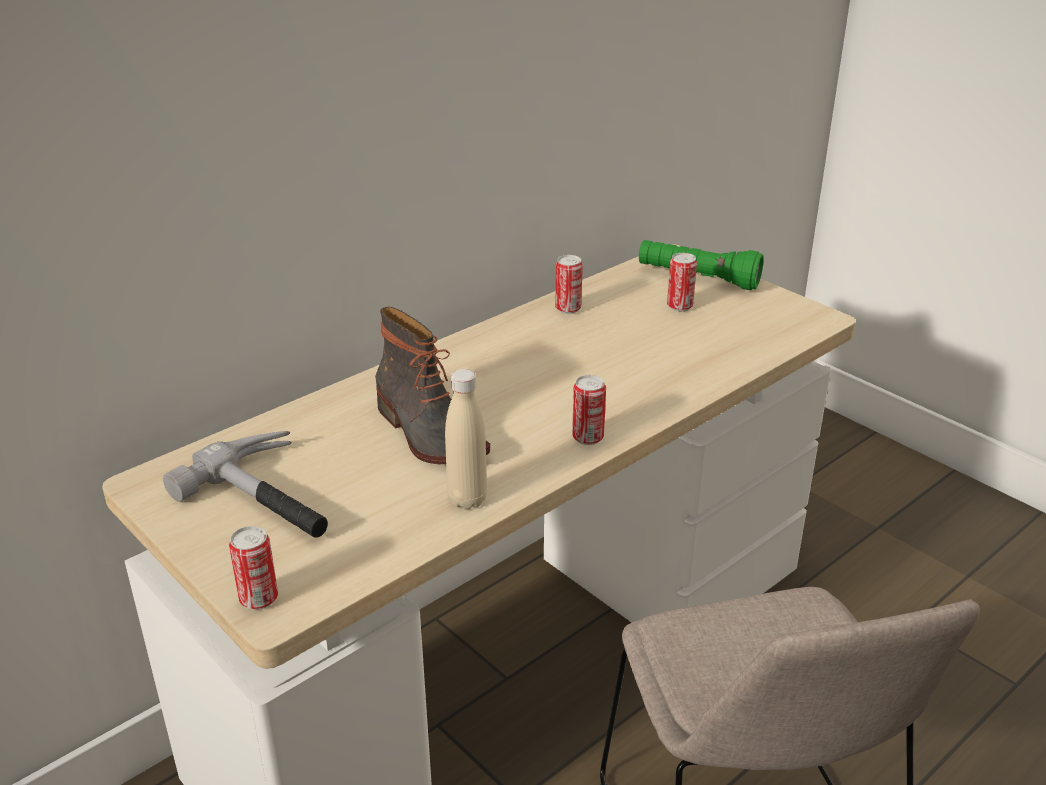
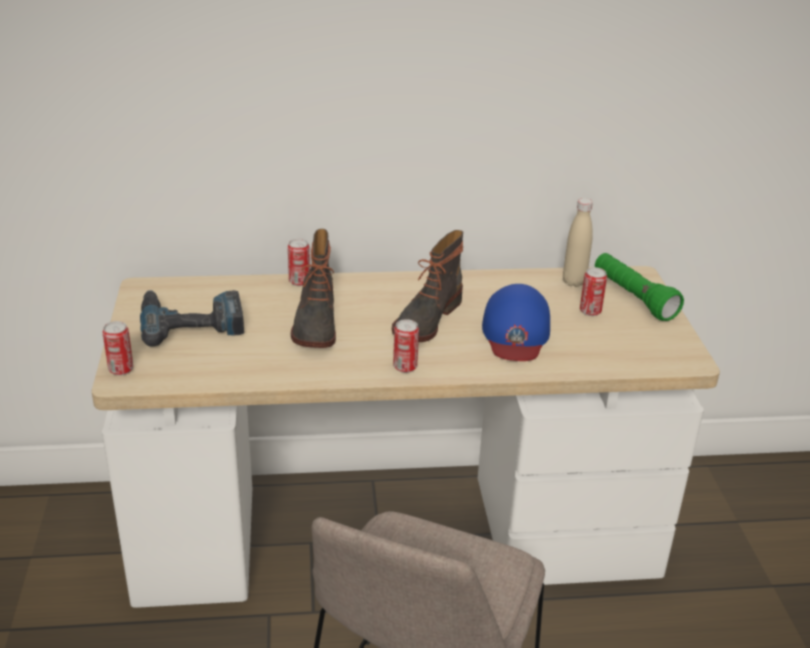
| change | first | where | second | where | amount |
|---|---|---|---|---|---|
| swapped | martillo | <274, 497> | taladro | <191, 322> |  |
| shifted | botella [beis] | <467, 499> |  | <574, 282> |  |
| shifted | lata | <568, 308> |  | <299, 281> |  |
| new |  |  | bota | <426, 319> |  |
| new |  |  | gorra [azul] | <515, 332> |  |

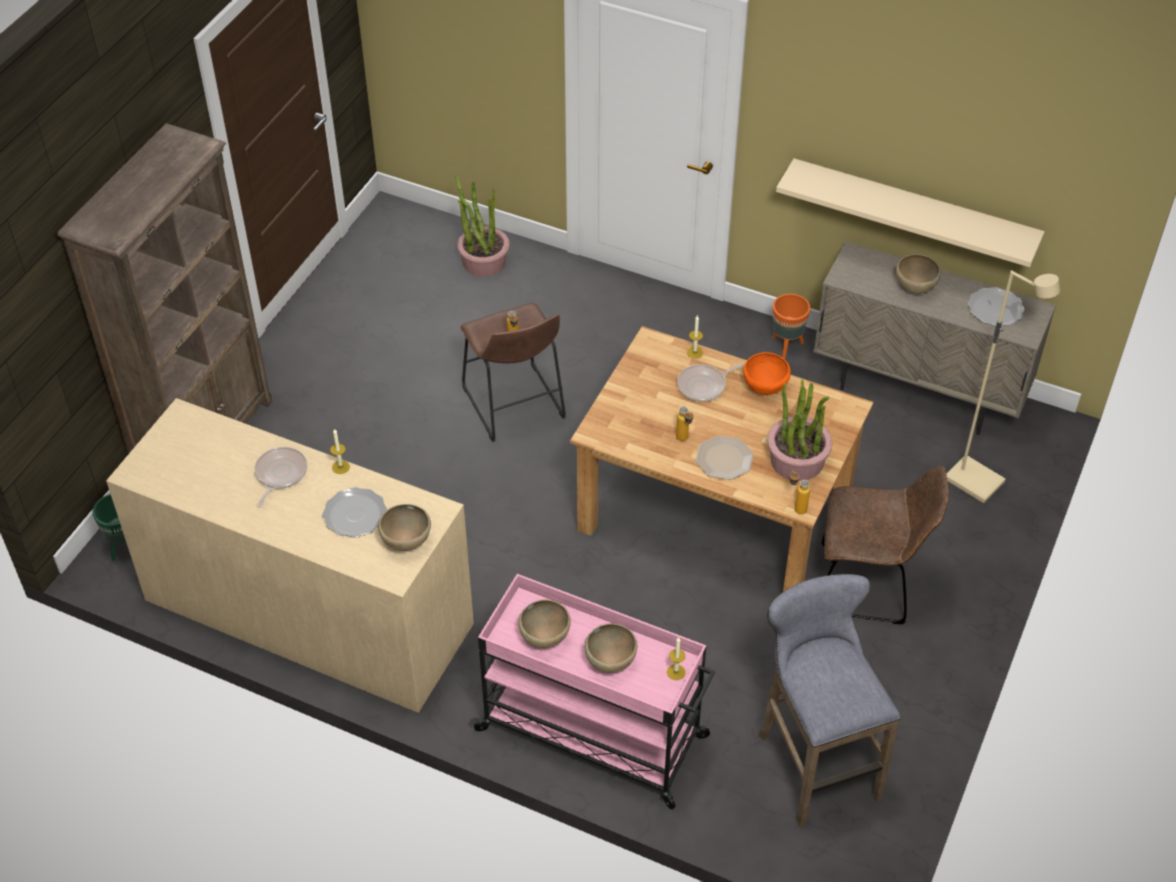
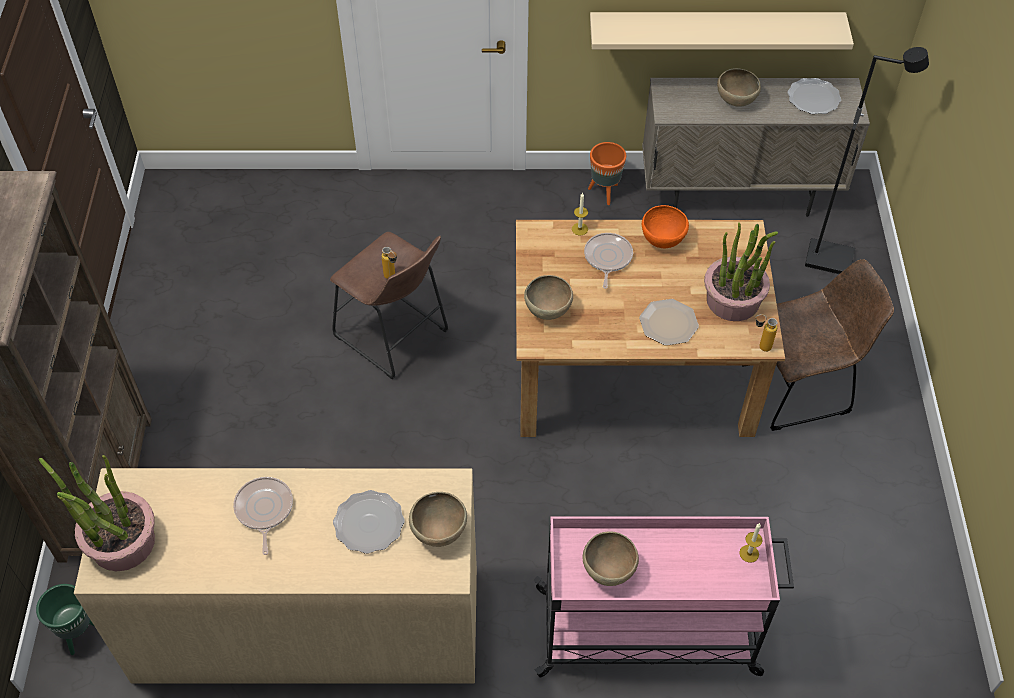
| change | first | where | second | where | amount |
|---|---|---|---|---|---|
| gone | vela | <340, 467> |  |  |  |
| shifted | planta en maceta | <483, 261> |  | <122, 542> |  |
| shifted | cuenco [marrón] | <611, 662> |  | <548, 311> |  |
| gone | botella | <684, 440> |  |  |  |
| rotated | sartén | <704, 386> |  | <607, 258> | 150 degrees clockwise |
| gone | taburete [gris] | <813, 762> |  |  |  |
| repainted | lámpara de pie [beis] | <975, 481> | lámpara de pie [negro] | <830, 258> |  |

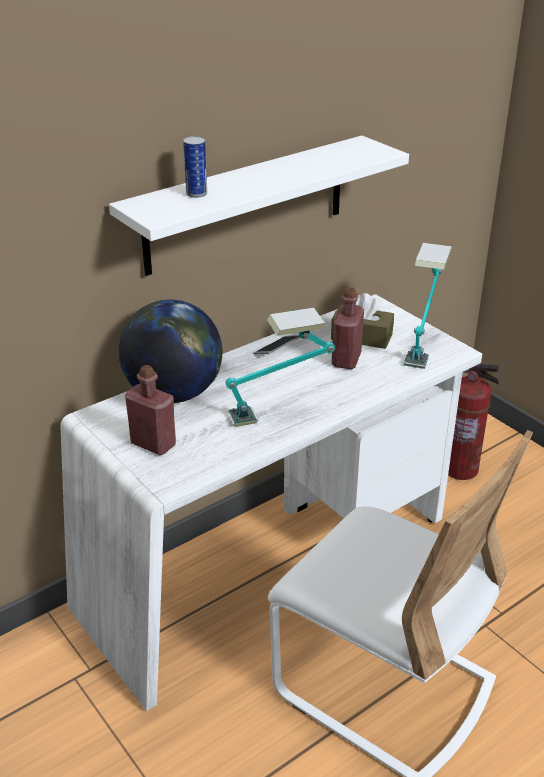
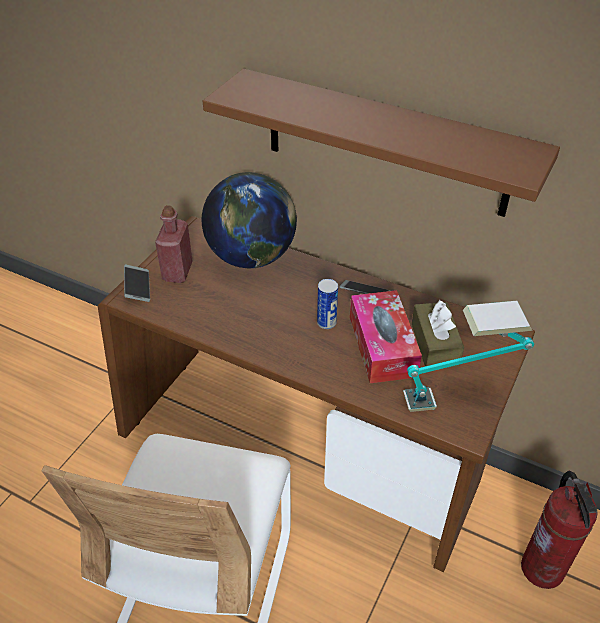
| change | first | where | second | where | amount |
|---|---|---|---|---|---|
| repainted | escritorio [blanco] | <271, 567> | escritorio [marrón] | <300, 455> |  |
| repainted | estante [blanco] | <246, 205> | estante [marrón] | <385, 143> |  |
| shifted | lata | <196, 194> |  | <326, 323> |  |
| gone | lámpara de mesa | <279, 411> |  |  |  |
| swapped | botella [rojo] | <346, 360> | caja de pañuelos | <382, 346> |  |
| new |  |  | móvil | <137, 287> |  |

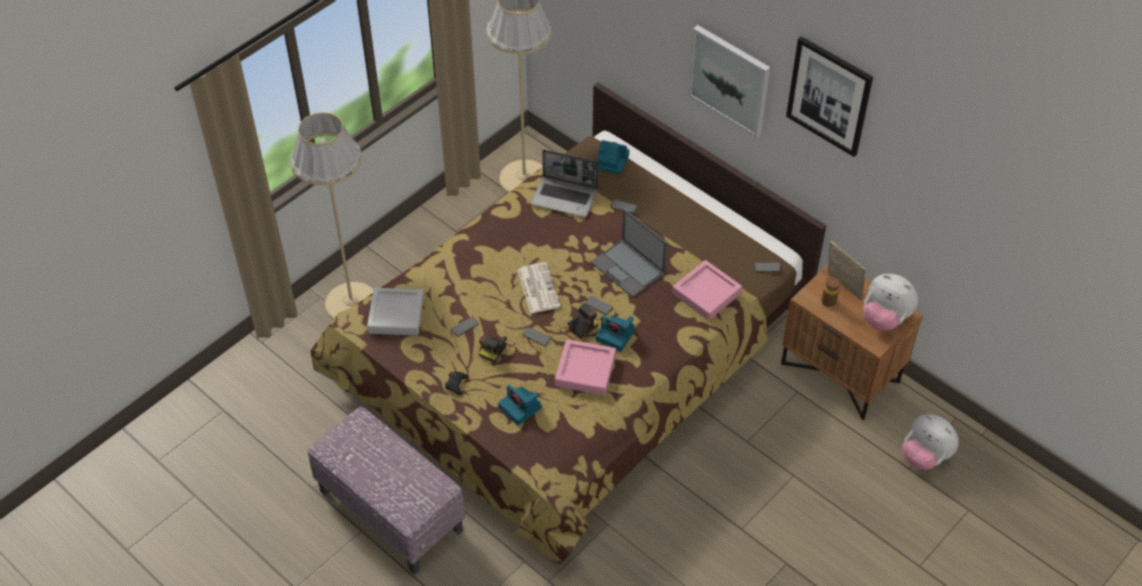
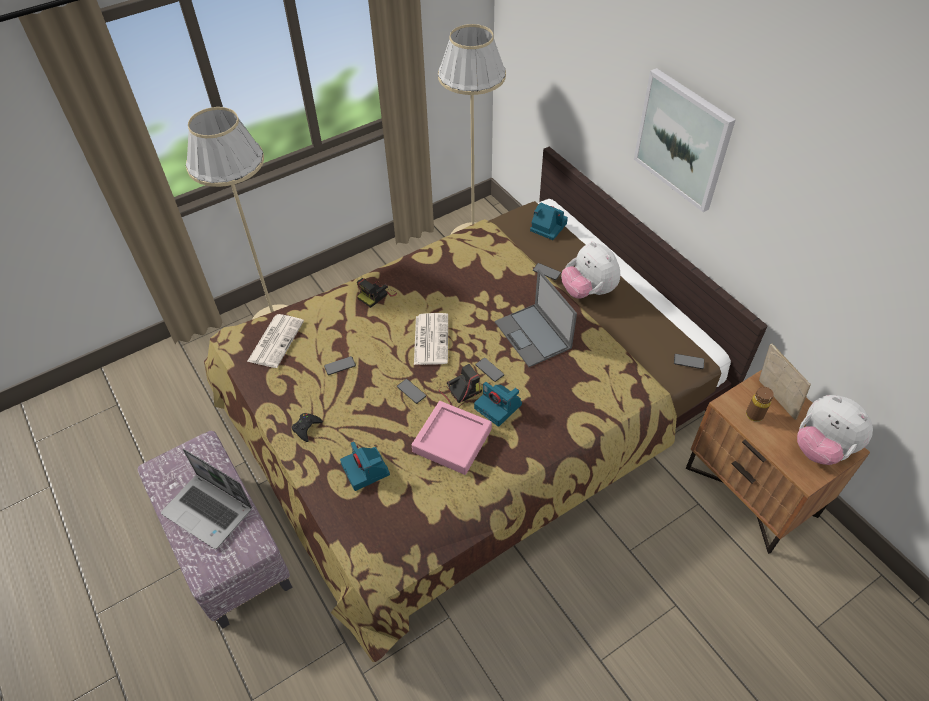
| change | first | where | second | where | amount |
|---|---|---|---|---|---|
| swapped | bandeja [gris] | <396, 315> | periódico | <276, 340> |  |
| shifted | cámara | <495, 348> |  | <376, 295> |  |
| shifted | portátil | <565, 197> |  | <209, 511> |  |
| gone | bandeja [rosa] | <706, 293> |  |  |  |
| gone | cuadro | <829, 96> |  |  |  |
| shifted | peluche | <925, 456> |  | <588, 291> |  |

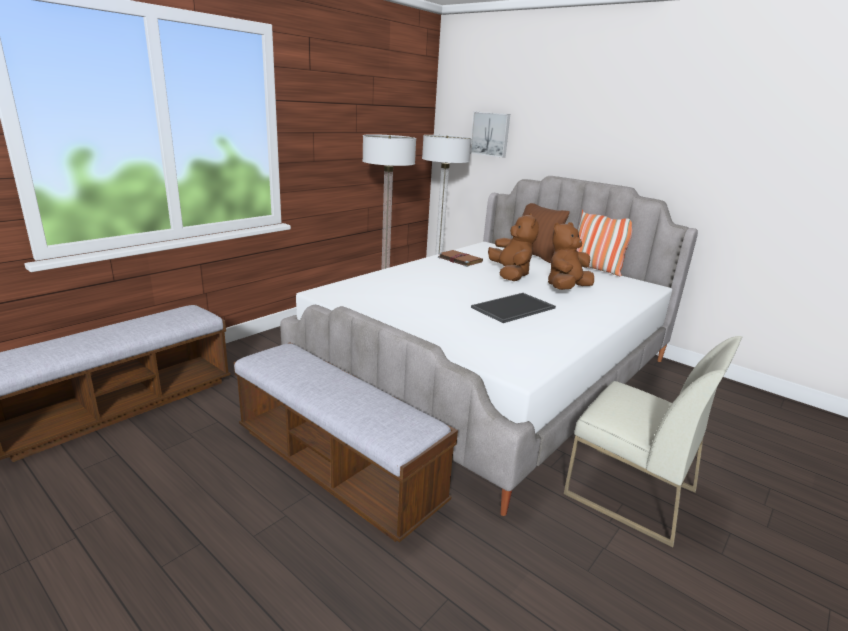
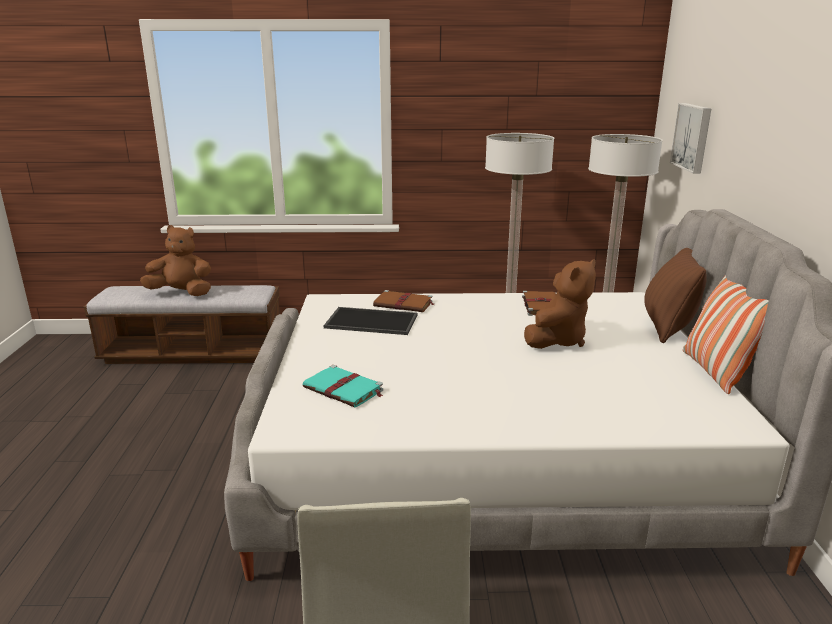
| change | first | where | second | where | amount |
|---|---|---|---|---|---|
| gone | banco | <336, 467> |  |  |  |
| shifted | bandeja | <513, 308> |  | <370, 322> |  |
| shifted | peluche [marrón] | <566, 288> |  | <182, 293> |  |
| new |  |  | libro [turquesa] | <344, 389> |  |
| new |  |  | libro [marrón] | <404, 304> |  |

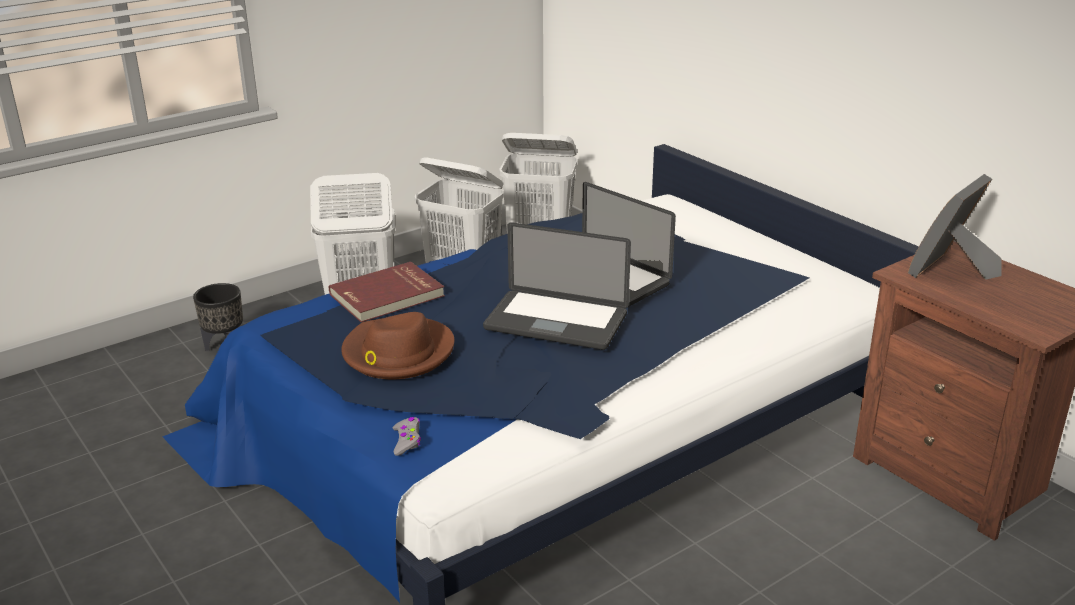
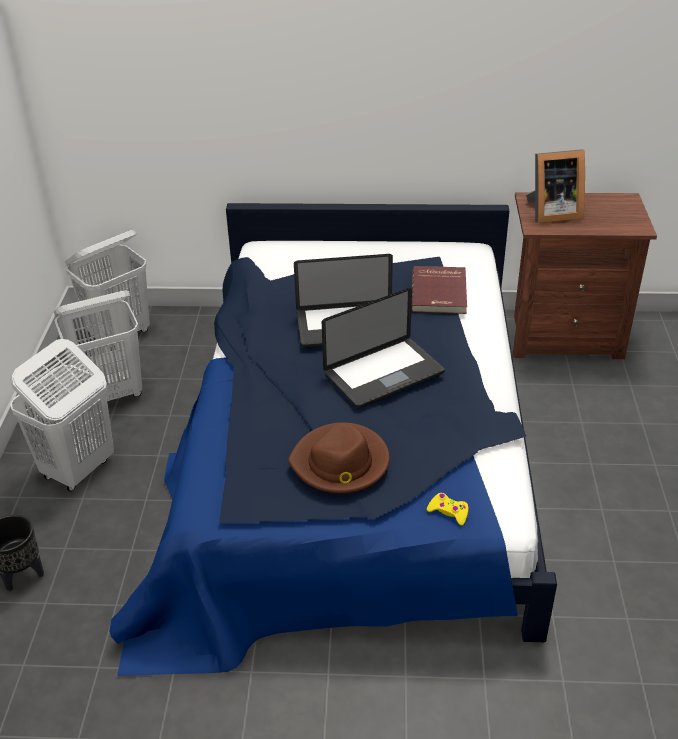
| change | first | where | second | where | amount |
|---|---|---|---|---|---|
| shifted | libro [rojo] | <388, 296> |  | <440, 292> |  |
| repainted | mando de consola [gris] | <407, 441> | mando de consola [amarillo] | <448, 512> |  |
| rotated | portarretratos | <951, 271> |  | <551, 213> | 90 degrees counterclockwise |

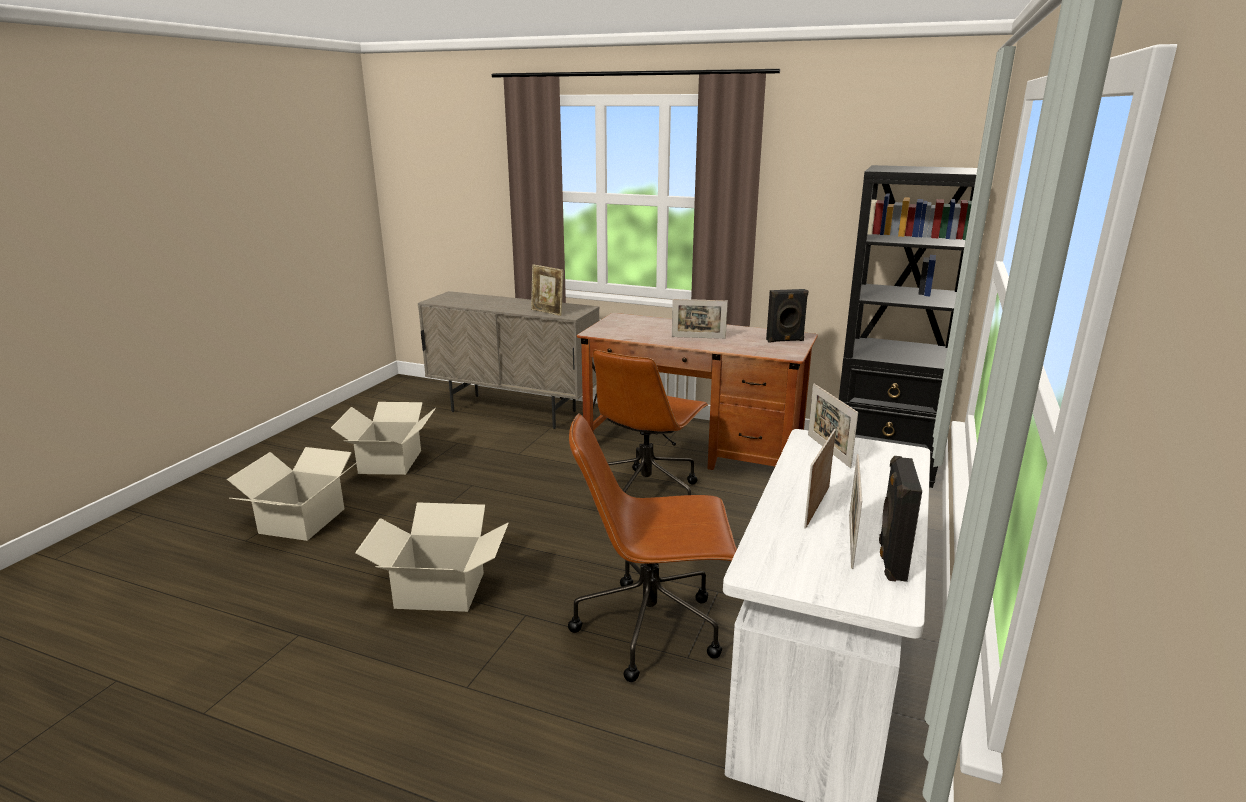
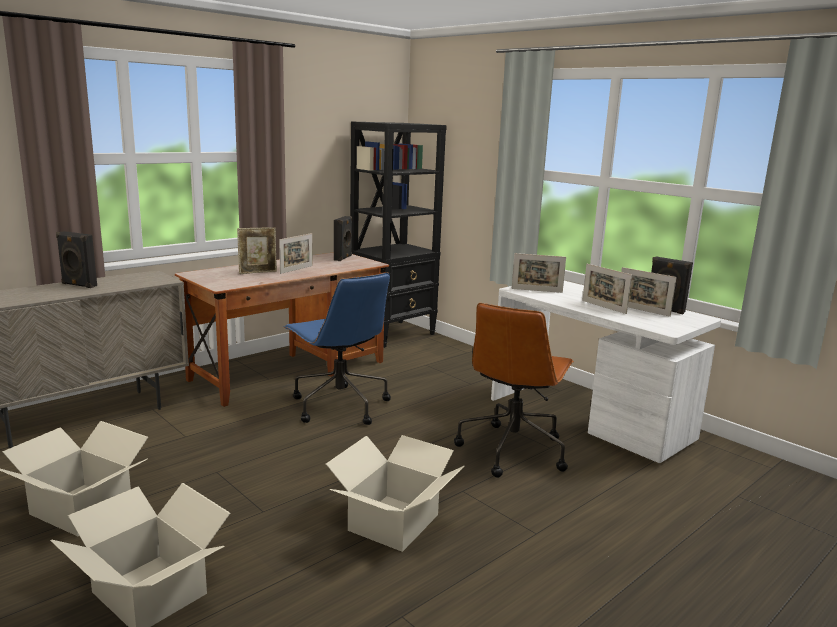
| change | first | where | second | where | amount |
|---|---|---|---|---|---|
| shifted | portarretratos | <547, 312> |  | <258, 272> |  |
| repainted | silla de oficina [marrón] | <646, 494> | silla de oficina [azul] | <339, 405> |  |
| new |  |  | altavoz [negro] | <78, 285> |  |

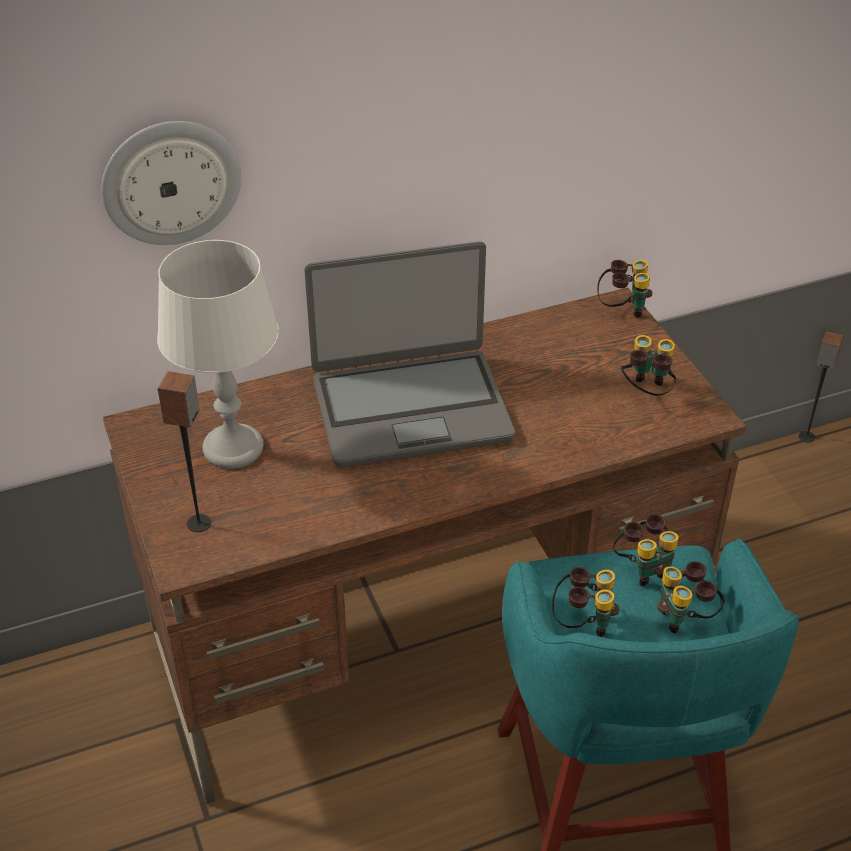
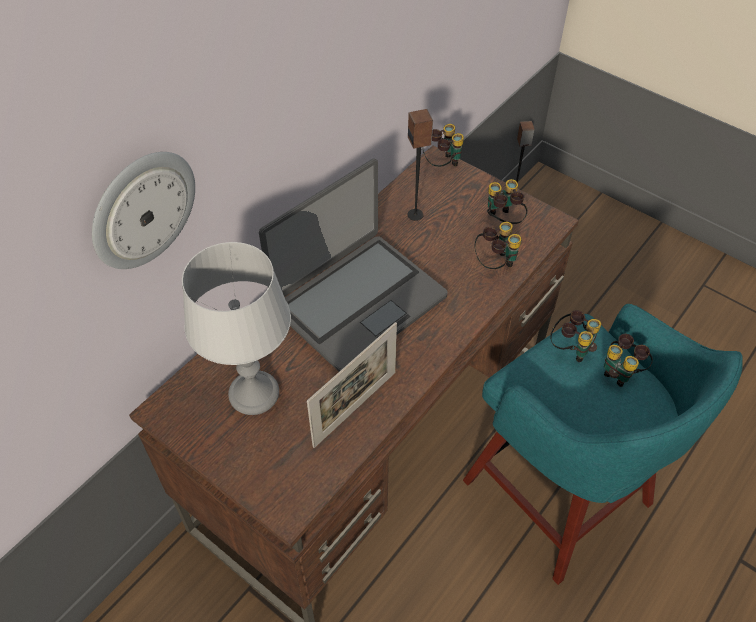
| change | first | where | second | where | amount |
|---|---|---|---|---|---|
| shifted | altavoz | <199, 523> |  | <415, 215> |  |
| shifted | prismáticos | <583, 623> |  | <495, 263> |  |
| new |  |  | portarretratos | <355, 408> |  |

